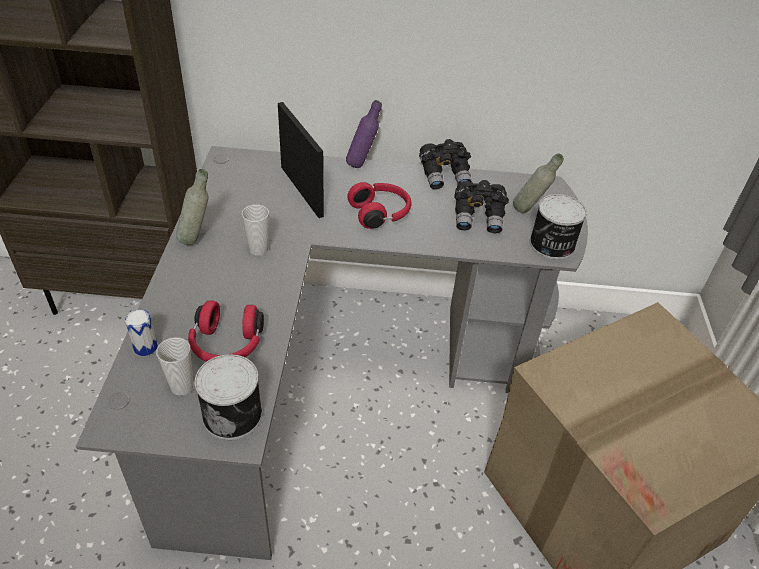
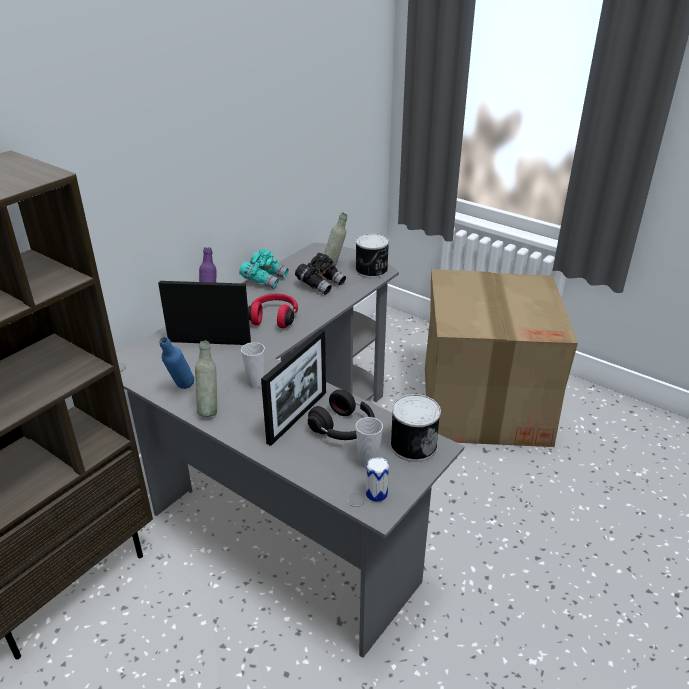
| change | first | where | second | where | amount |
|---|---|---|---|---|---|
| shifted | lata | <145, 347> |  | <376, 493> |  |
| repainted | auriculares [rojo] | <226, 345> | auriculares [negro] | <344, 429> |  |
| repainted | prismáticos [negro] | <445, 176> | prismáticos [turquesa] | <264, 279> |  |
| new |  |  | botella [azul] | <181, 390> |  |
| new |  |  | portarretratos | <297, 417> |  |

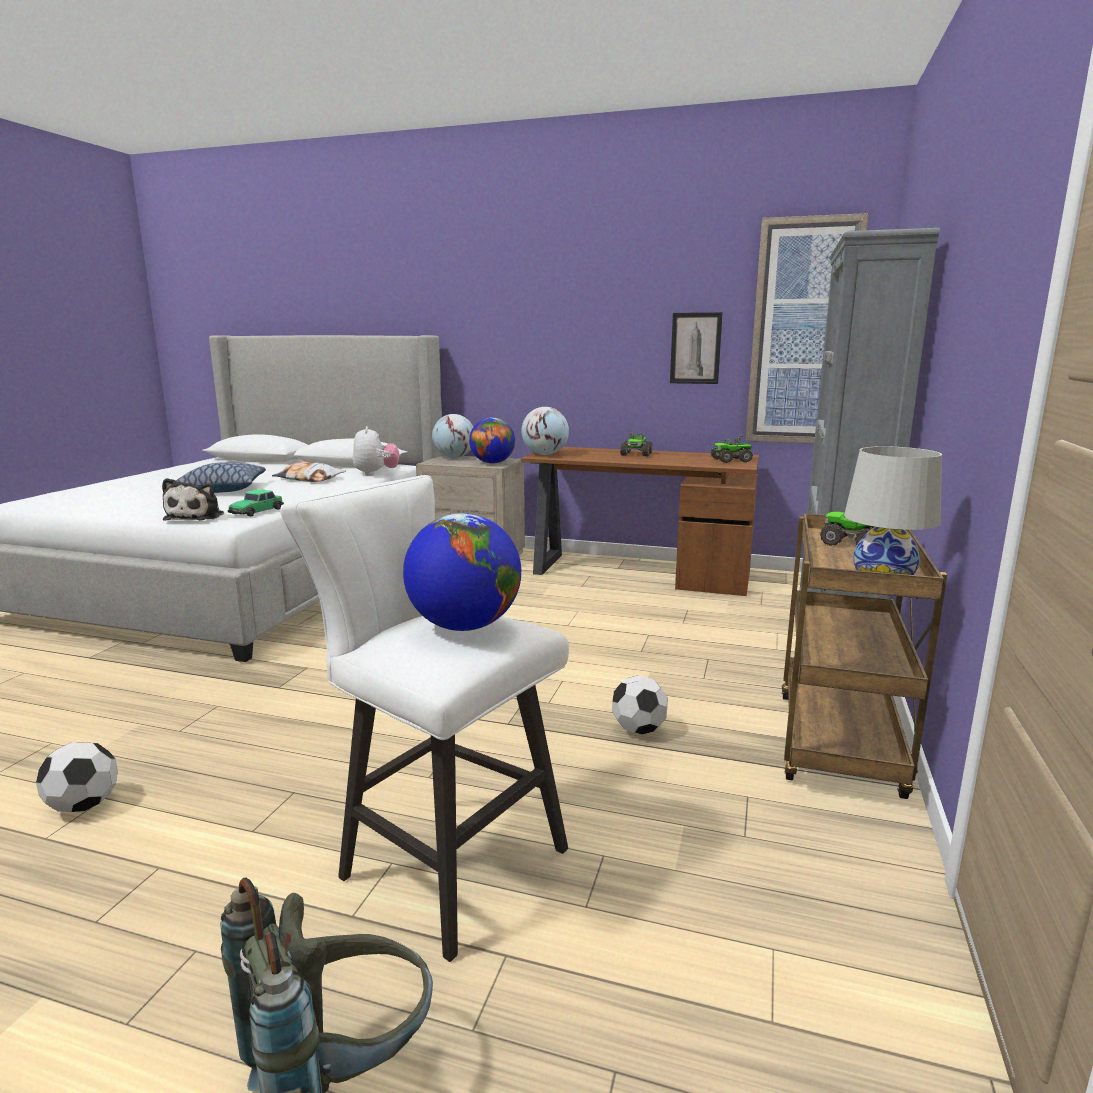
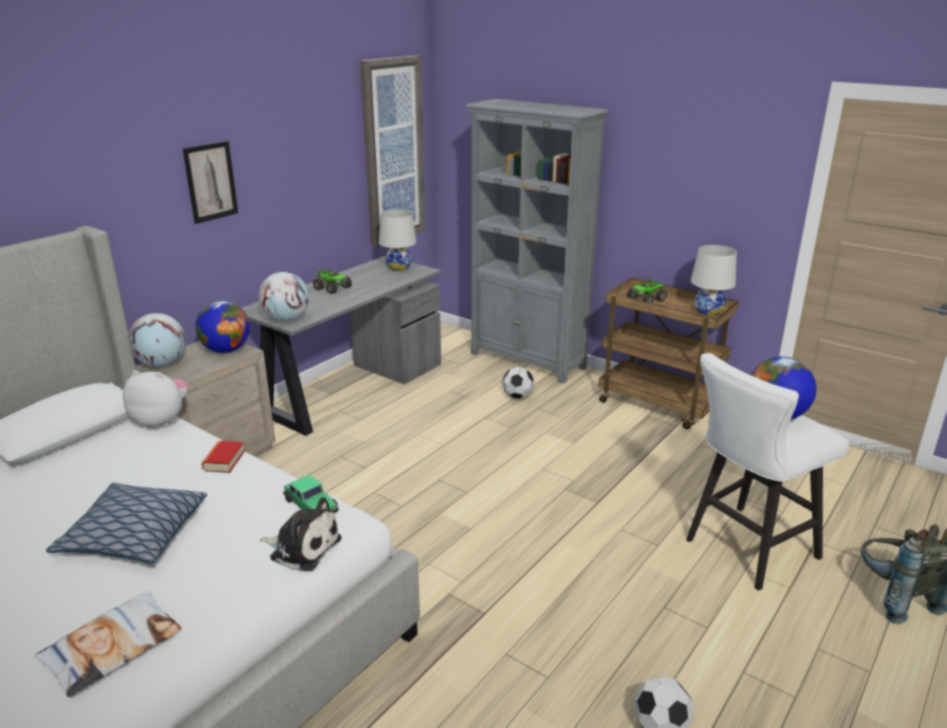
| change | first | where | second | where | amount |
|---|---|---|---|---|---|
| shifted | cojín | <309, 479> |  | <113, 648> |  |
| repainted | escritorio [marrón] | <637, 572> | escritorio [gris] | <351, 388> |  |
| shifted | balón de fútbol | <639, 730> |  | <517, 396> |  |
| shifted | cuadro | <695, 348> |  | <211, 182> |  |
| swapped | camión de juguete | <731, 460> | lámpara de mesa [blanco] | <398, 267> |  |
| new |  |  | libro | <224, 460> |  |

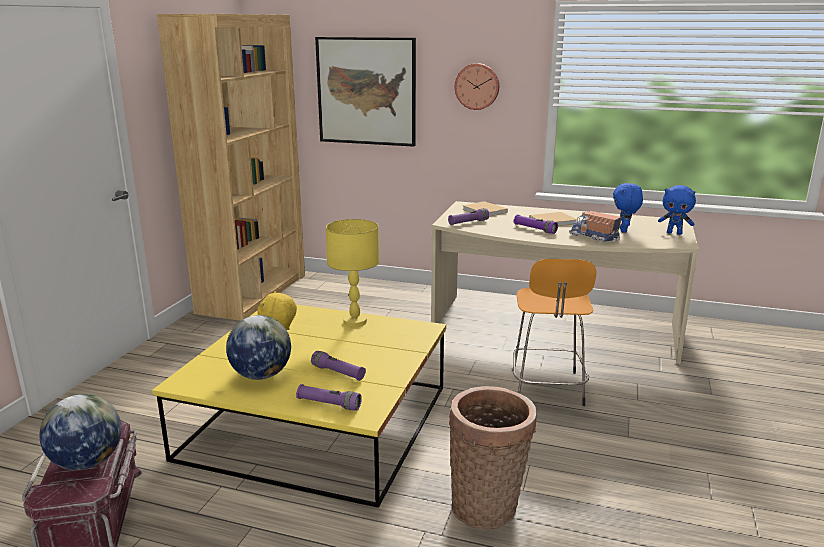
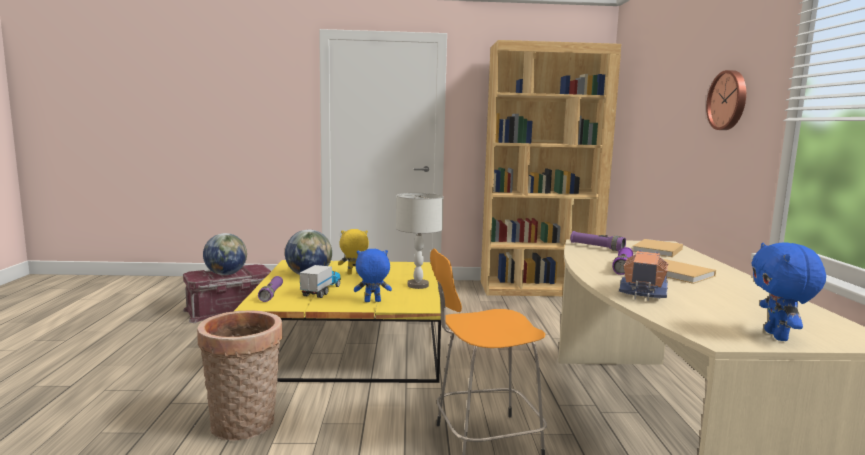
| change | first | where | second | where | amount |
|---|---|---|---|---|---|
| swapped | linterna [morado] | <338, 373> | camión de juguete | <321, 291> |  |
| gone | cuadro | <366, 91> |  |  |  |
| repainted | lámpara de mesa [amarillo] | <355, 322> | lámpara de mesa [gris] | <417, 285> |  |
| shifted | peluche [azul] | <624, 231> |  | <372, 301> |  |

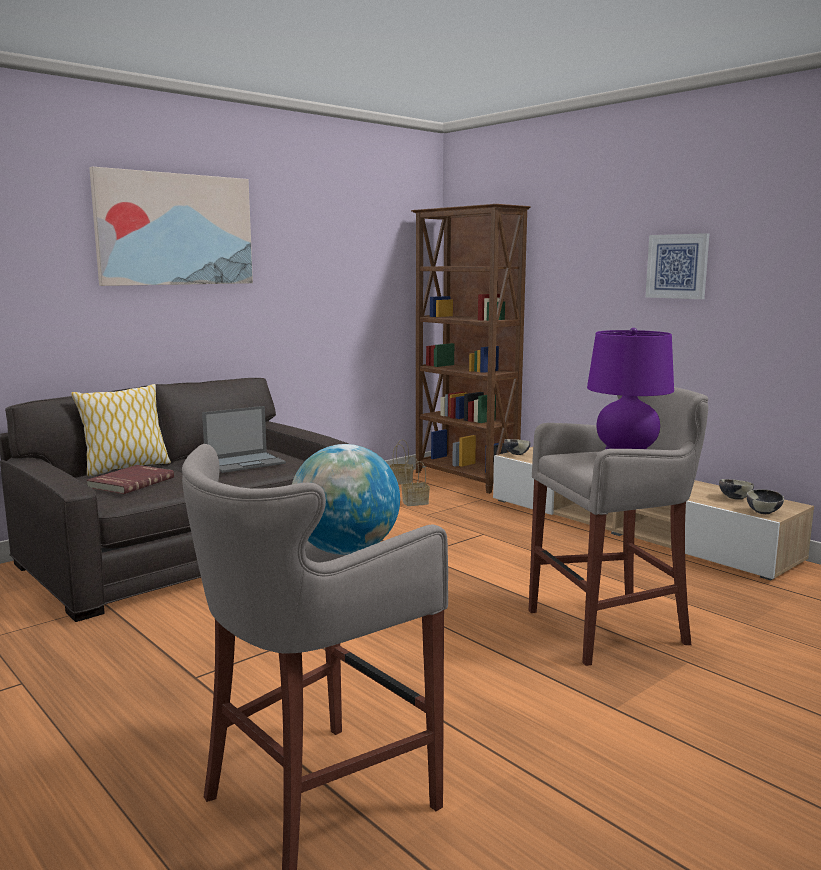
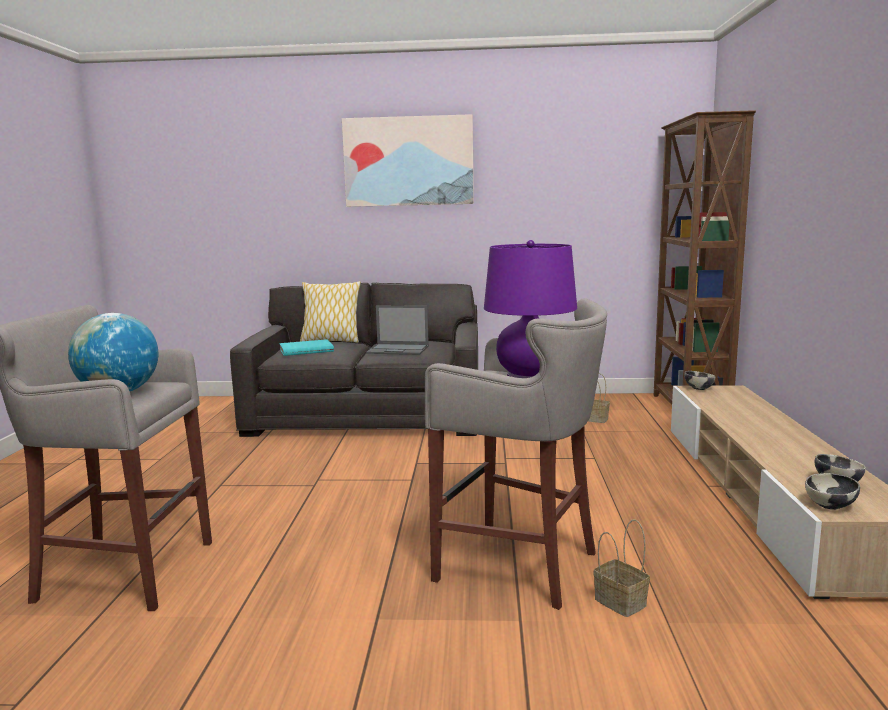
| change | first | where | second | where | amount |
|---|---|---|---|---|---|
| repainted | libro [rojo] | <130, 482> | libro [turquesa] | <306, 350> |  |
| shifted | cesta | <400, 482> |  | <618, 602> |  |
| gone | cuadro | <677, 266> |  |  |  |

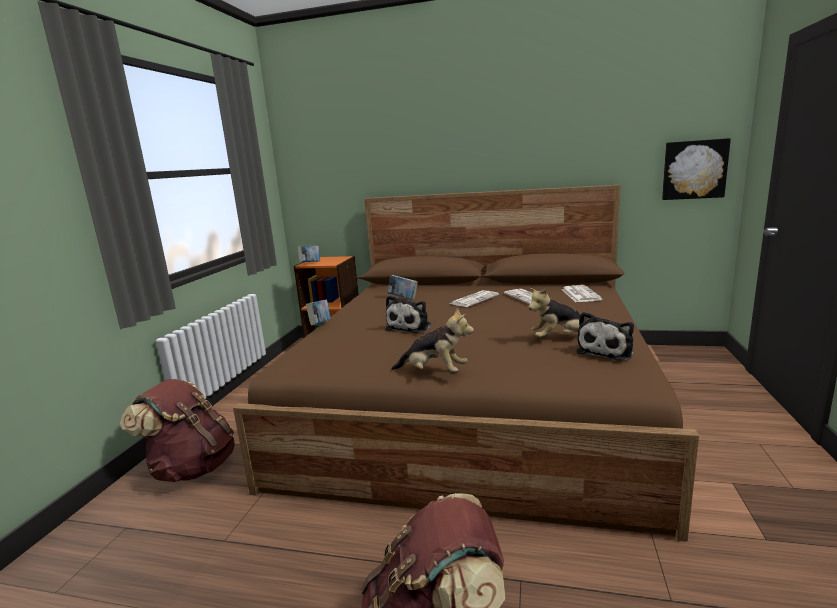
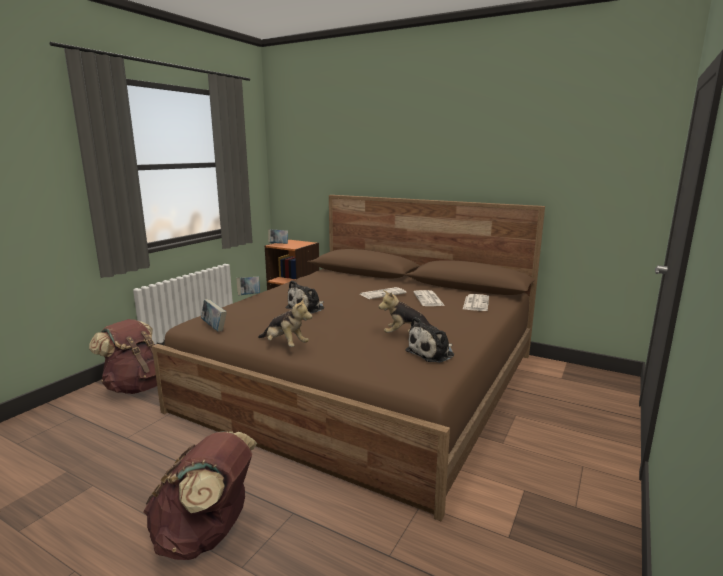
| change | first | where | second | where | amount |
|---|---|---|---|---|---|
| shifted | libro | <403, 298> |  | <214, 327> |  |
| gone | cuadro | <694, 169> |  |  |  |

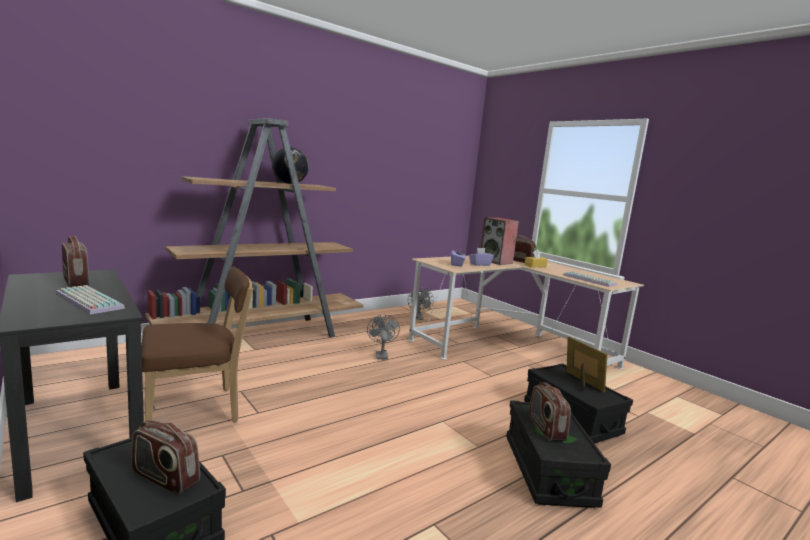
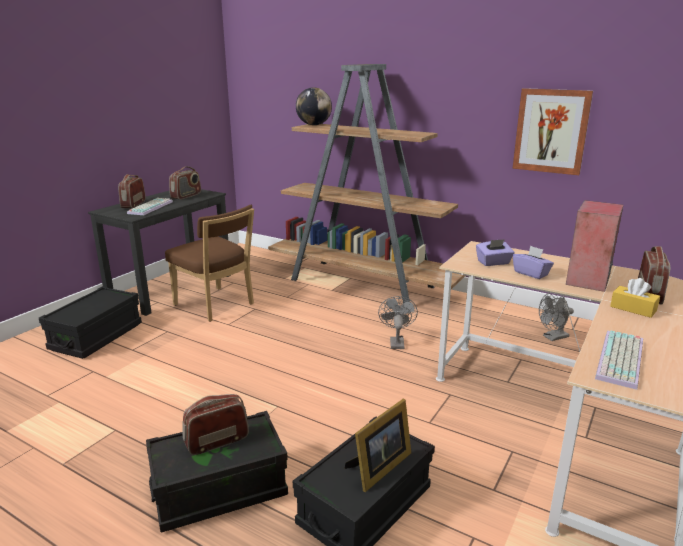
| change | first | where | second | where | amount |
|---|---|---|---|---|---|
| shifted | radio | <164, 478> |  | <133, 204> |  |
| shifted | globo terráqueo | <289, 183> |  | <314, 125> |  |
| rotated | ventilador [gris] | <381, 354> |  | <396, 342> | 60 degrees counterclockwise |
| new |  |  | cuadro | <551, 131> |  |

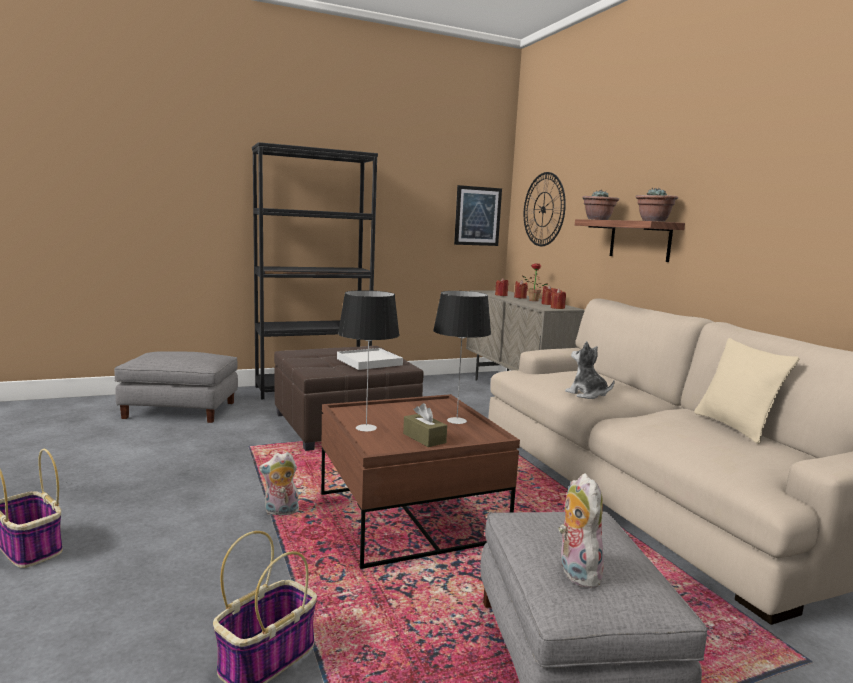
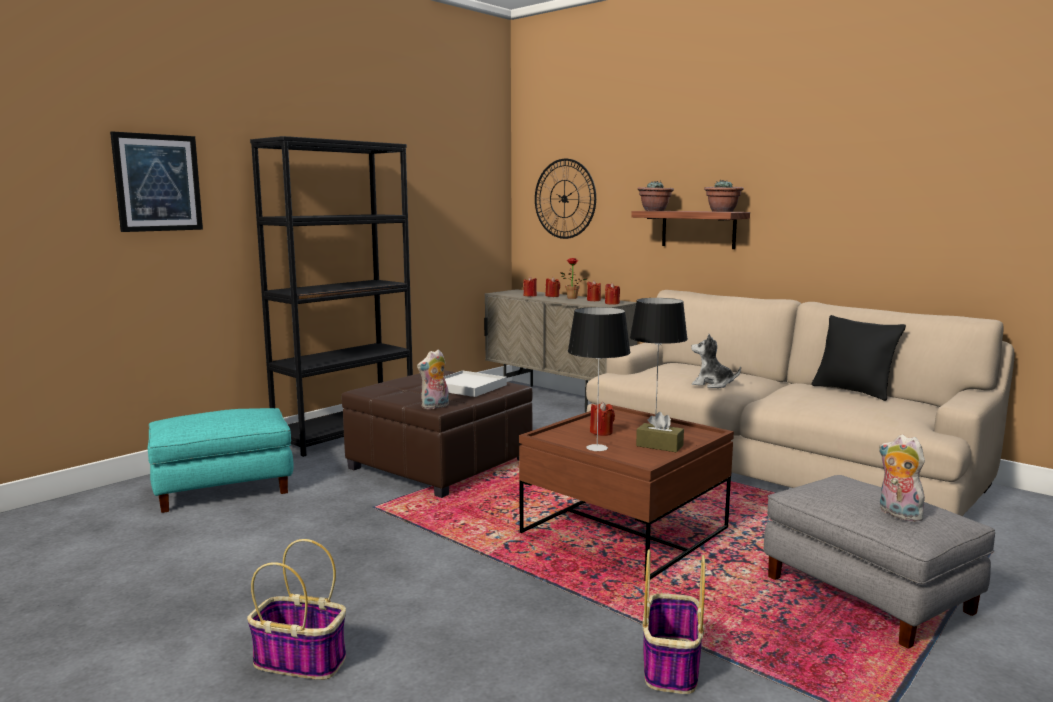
| change | first | where | second | where | amount |
|---|---|---|---|---|---|
| repainted | puf [gris] | <179, 410> | puf [turquesa] | <223, 488> |  |
| shifted | peluche | <280, 513> |  | <435, 407> |  |
| shifted | cuadro | <477, 216> |  | <157, 183> |  |
| repainted | cojín [beis] | <734, 427> | cojín [negro] | <853, 391> |  |
| new |  |  | vela [rojo] | <601, 432> |  |

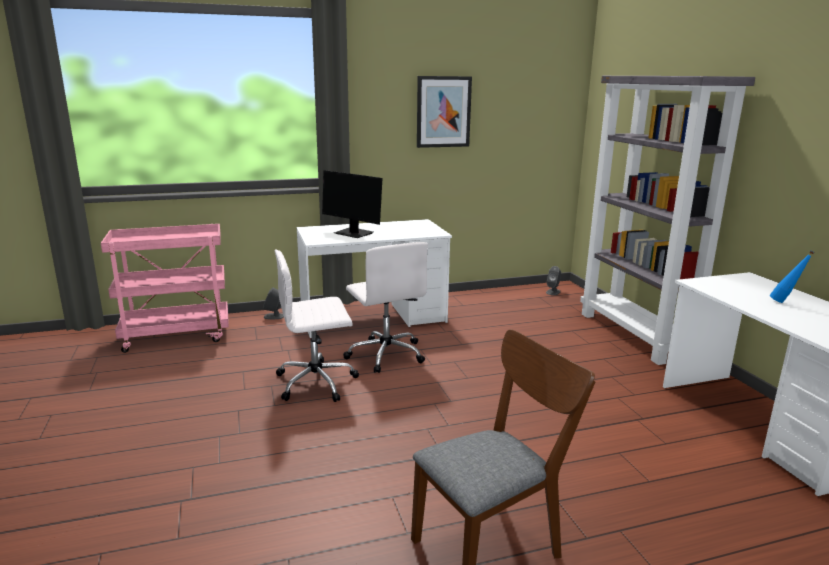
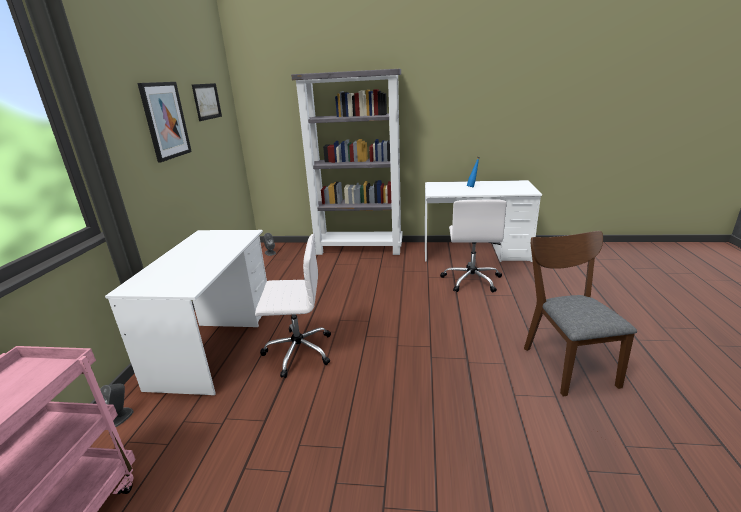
| change | first | where | second | where | amount |
|---|---|---|---|---|---|
| shifted | silla de oficina [blanco] | <317, 382> |  | <471, 280> |  |
| gone | monitor | <353, 233> |  |  |  |
| new |  |  | cuadro | <207, 101> |  |

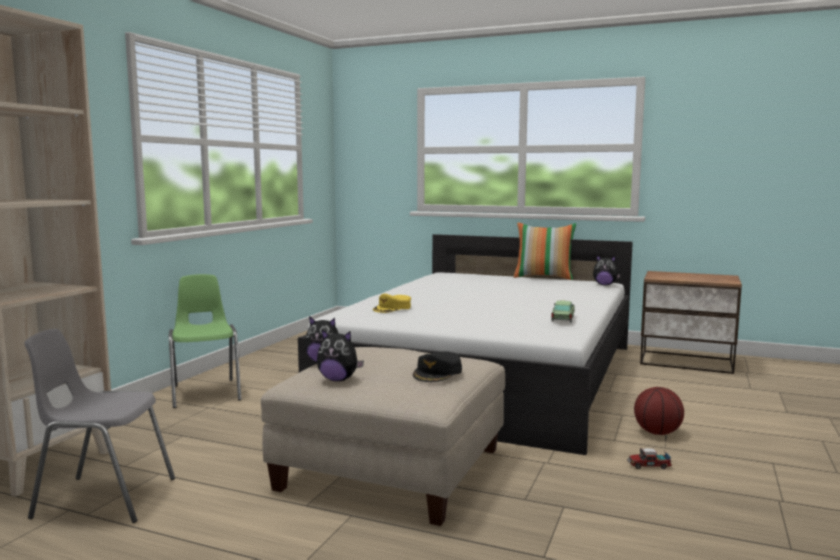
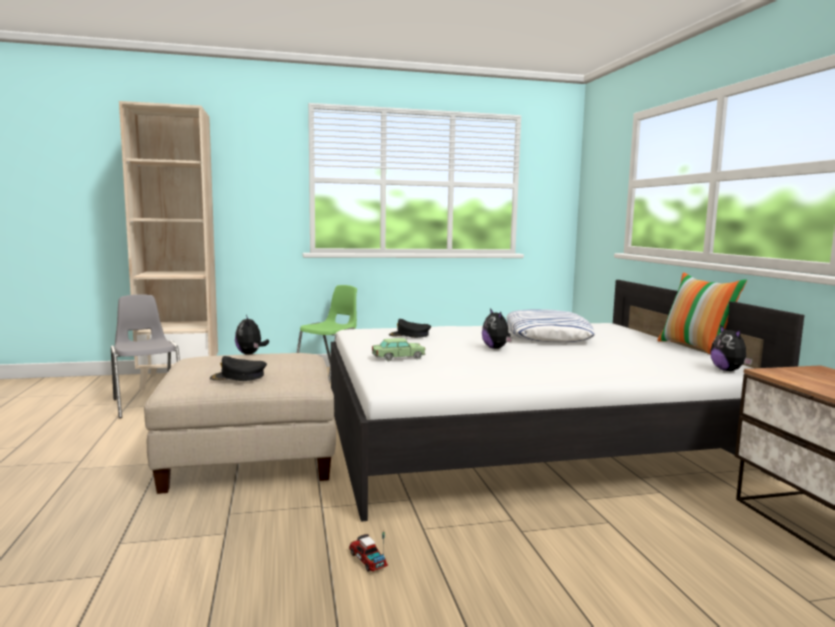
| change | first | where | second | where | amount |
|---|---|---|---|---|---|
| shifted | peluche | <338, 379> |  | <496, 348> |  |
| repainted | gorra [amarillo] | <392, 308> | gorra [negro] | <409, 335> |  |
| shifted | coche de juguete | <563, 319> |  | <398, 358> |  |
| gone | balón de baloncesto | <658, 433> |  |  |  |
| new |  |  | cojín | <546, 335> |  |

